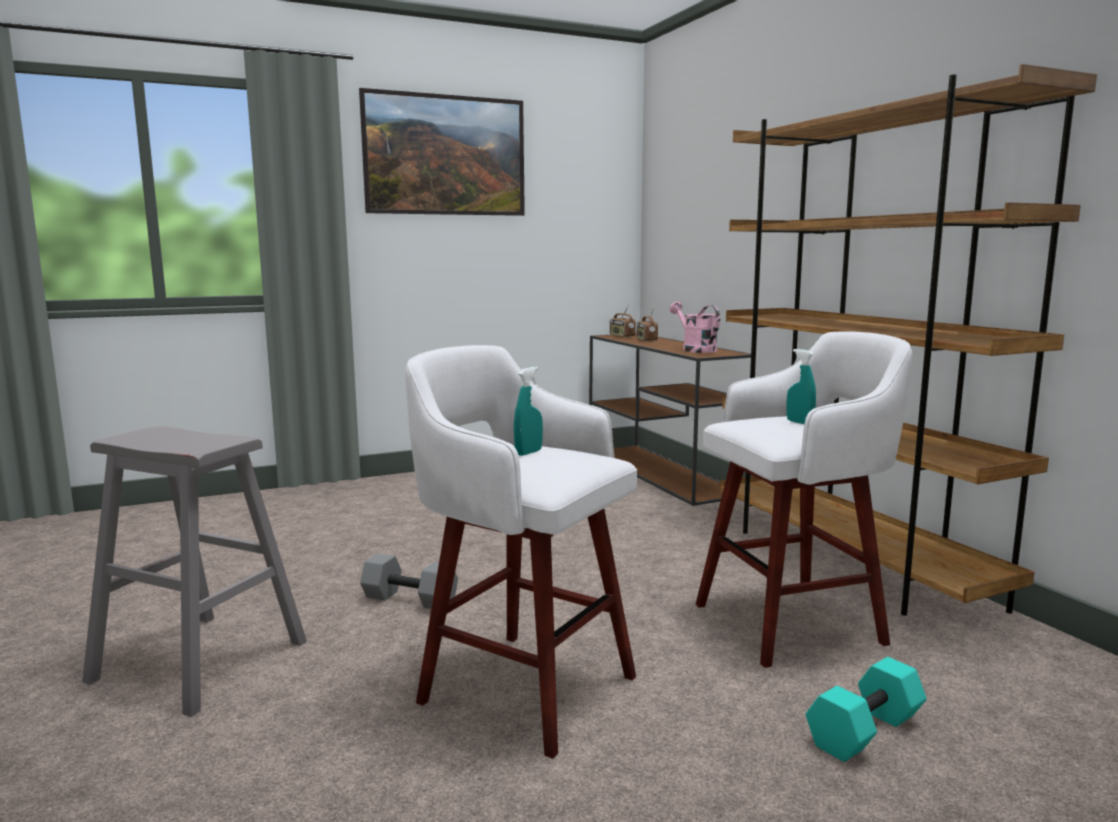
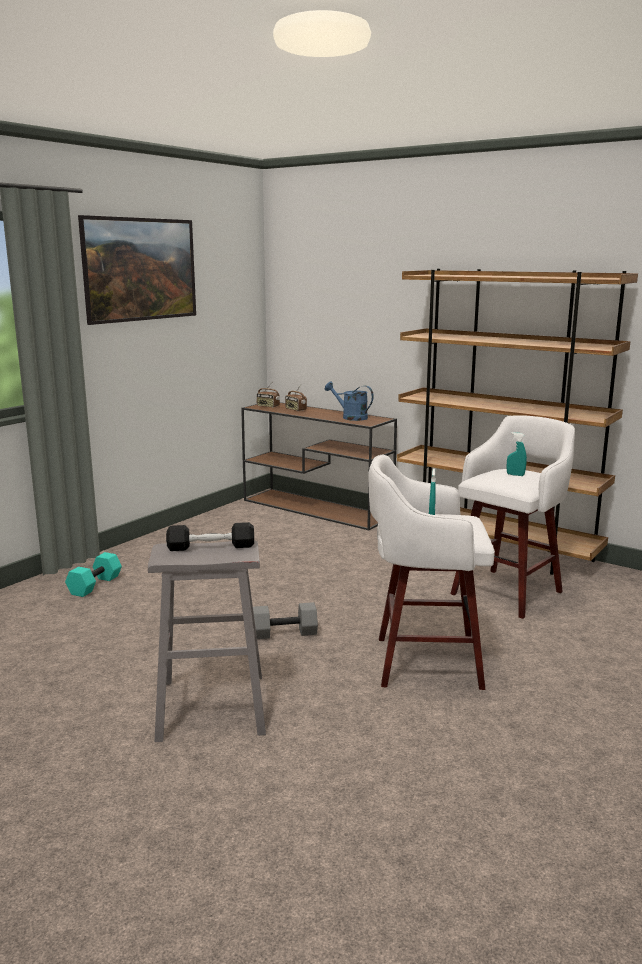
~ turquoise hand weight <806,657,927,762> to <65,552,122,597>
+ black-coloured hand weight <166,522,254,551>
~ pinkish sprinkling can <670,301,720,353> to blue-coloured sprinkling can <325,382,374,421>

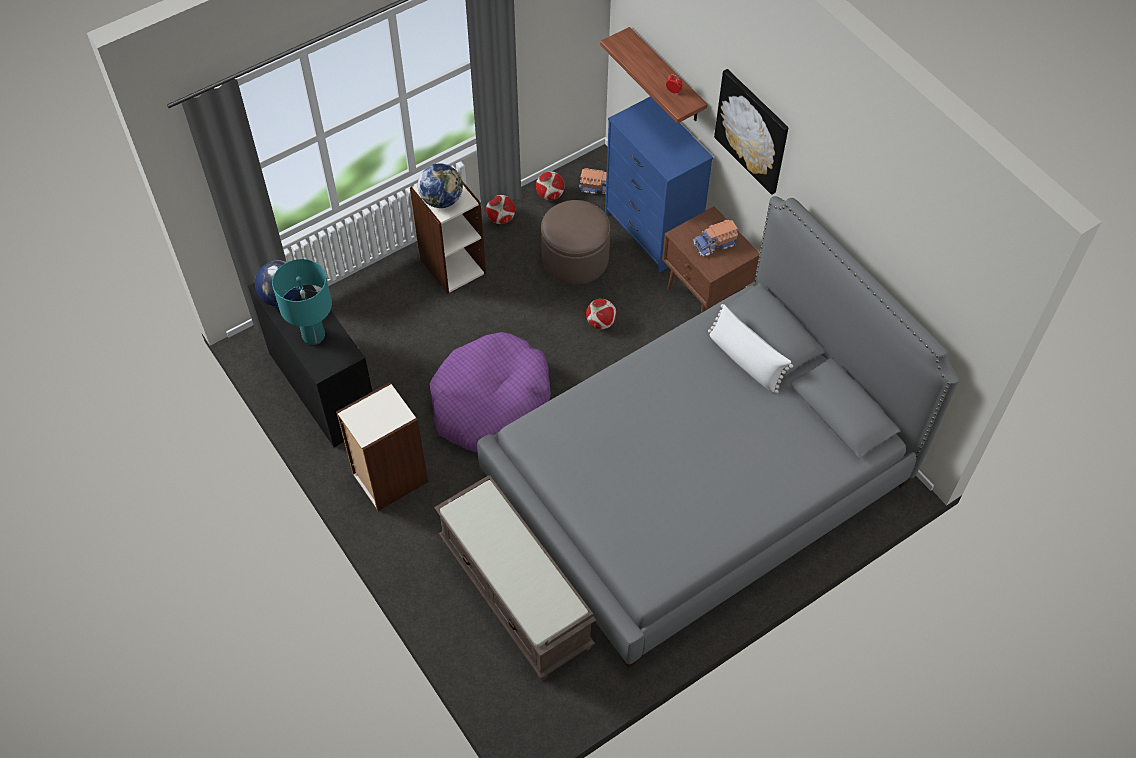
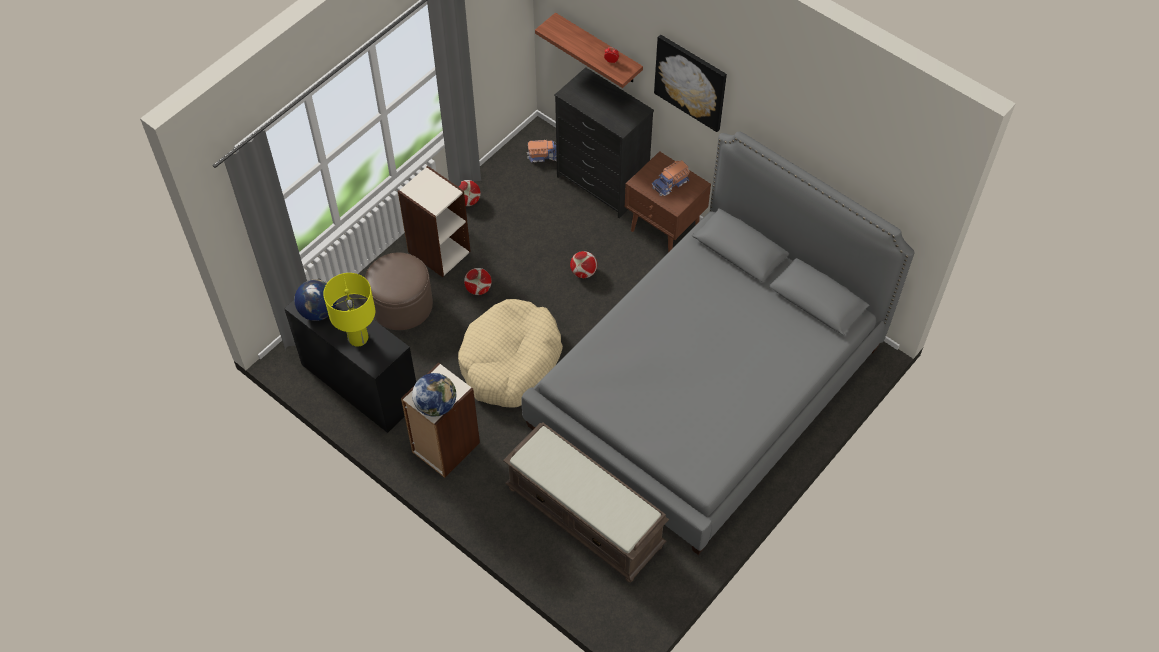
~ turquoise tabletop lamp <272,259,332,345> to yellow-coloured tabletop lamp <323,273,375,347>
~ brown ottoman <541,200,610,284> to <365,252,433,330>
~ globe <418,163,463,208> to <412,373,456,417>
~ purple-coloured dog bed <429,332,551,453> to beige dog bed <458,299,563,408>
~ ball for football <536,171,565,200> to <464,268,492,295>
~ blue-coloured drawer chest <605,96,713,273> to black-coloured drawer chest <554,67,654,218>
- whitish throw pillow <708,304,793,393>

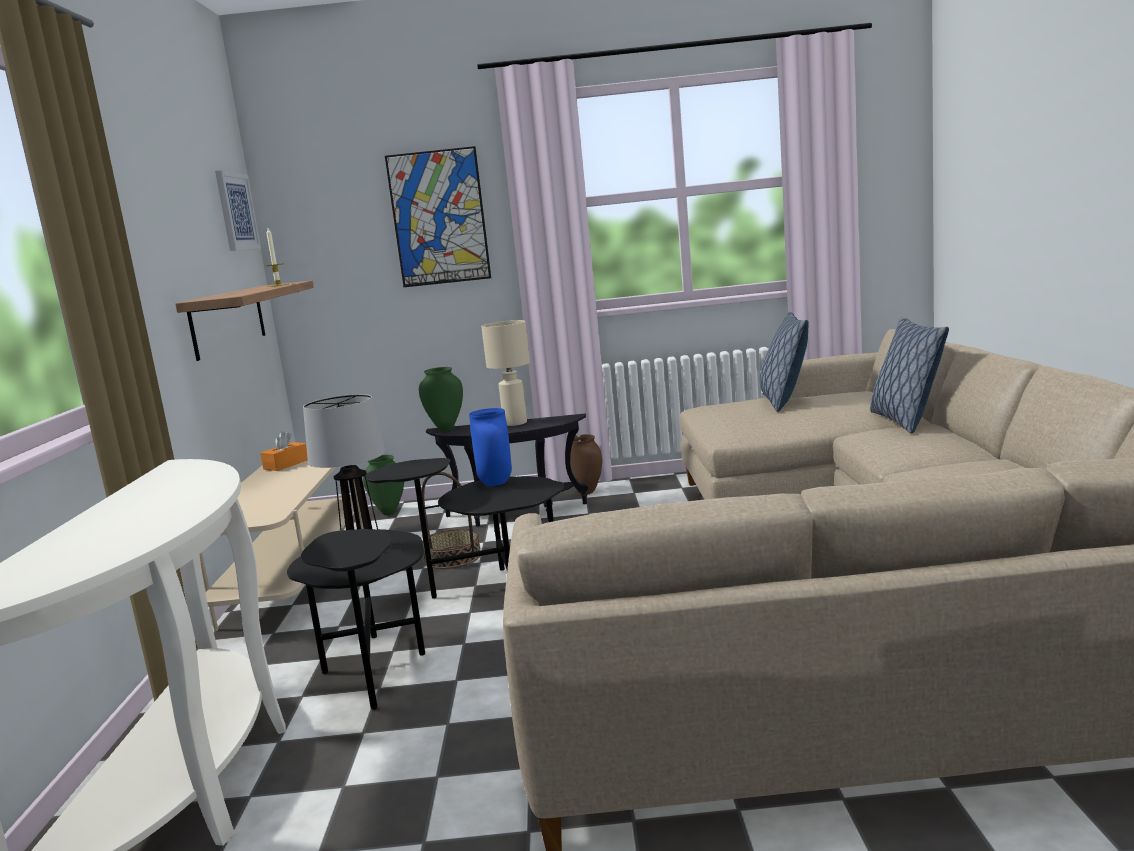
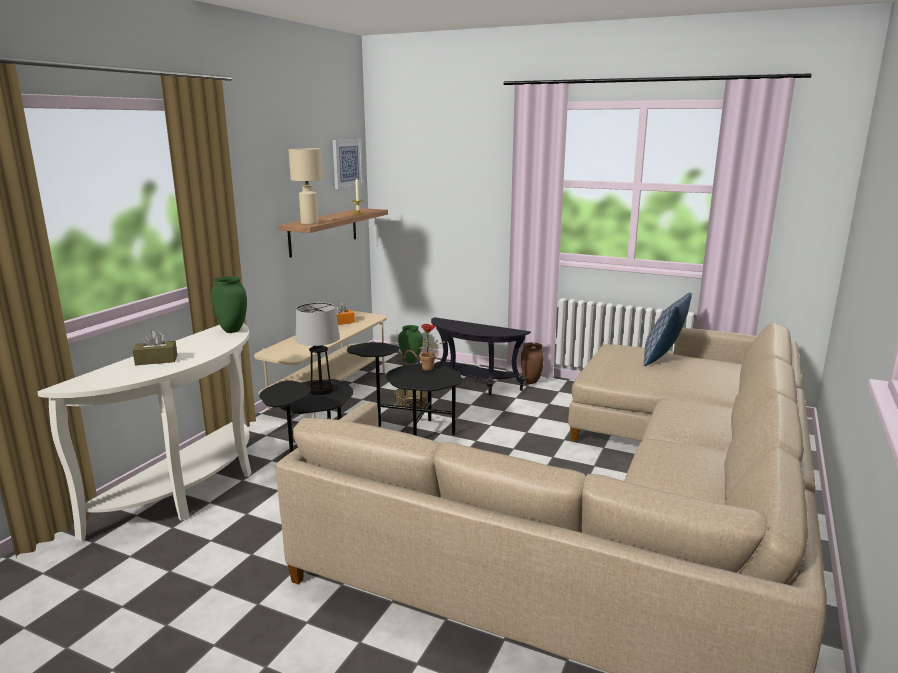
+ brown tissue holder <133,331,177,365>
~ green flower vase <419,367,463,431> to <211,276,247,333>
~ beige tabletop lamp <481,320,530,426> to <288,148,323,225>
~ blue-coloured flower vase <469,408,512,486> to plant in a pot <418,324,445,371>
- wall picture <385,146,491,287>
- throw pillow <870,318,949,434>

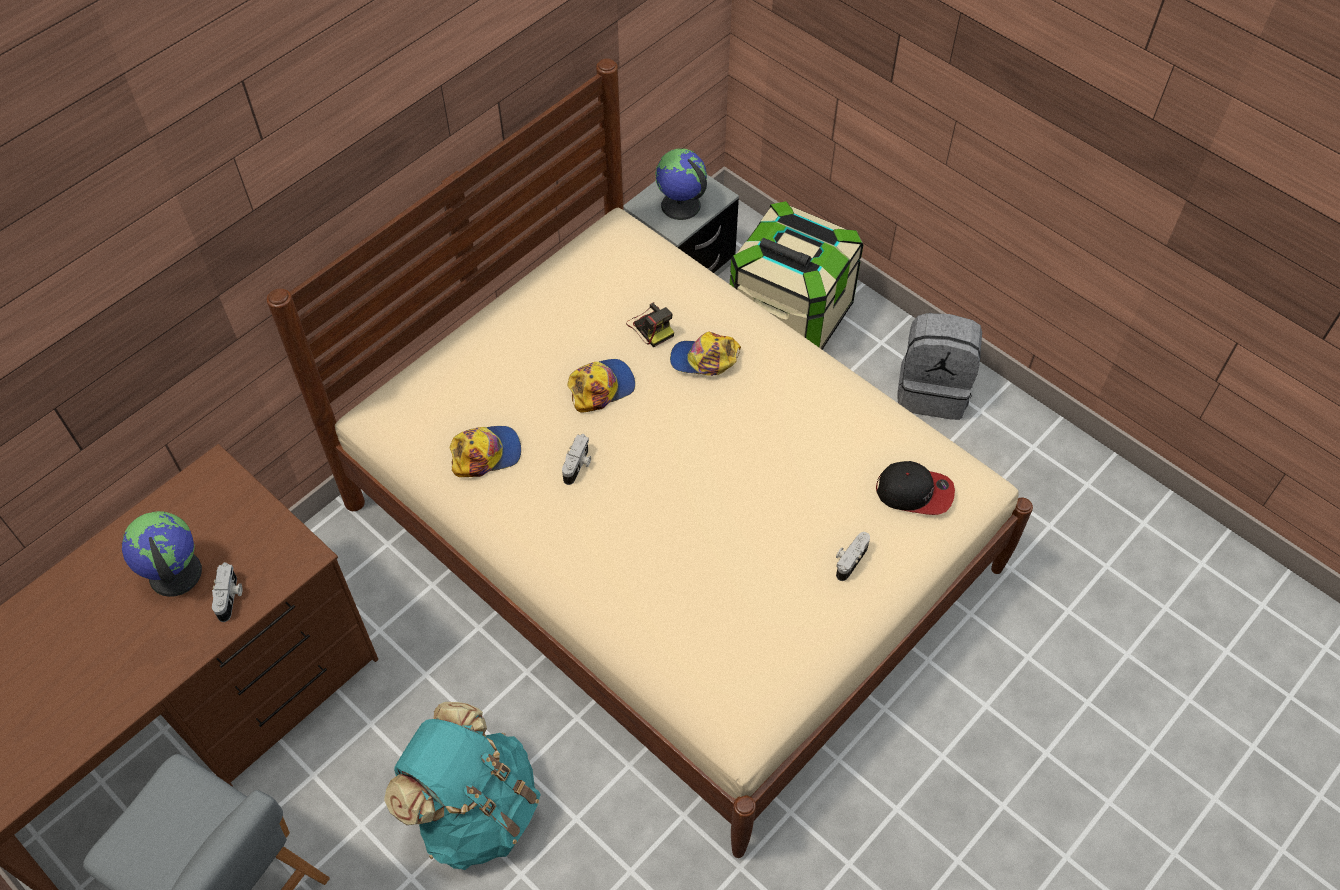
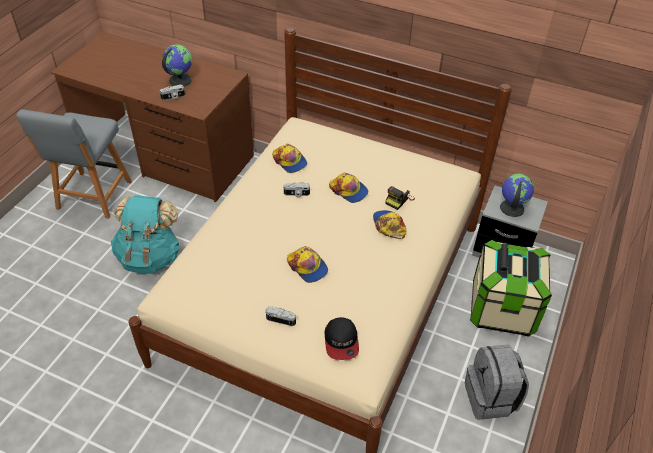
+ baseball cap <287,246,328,283>

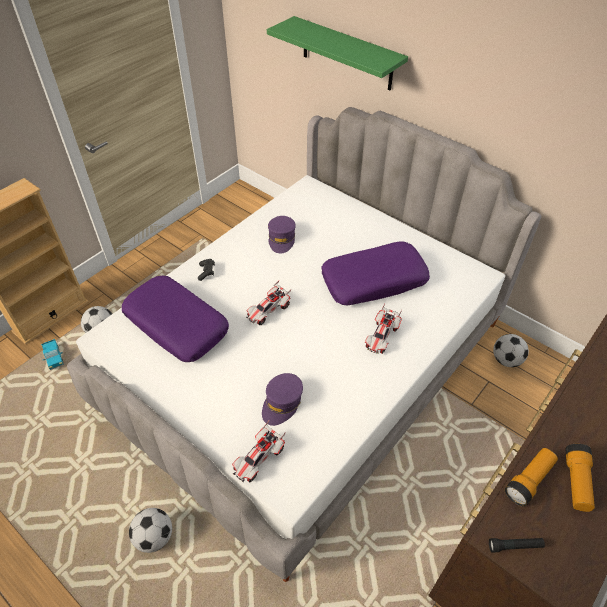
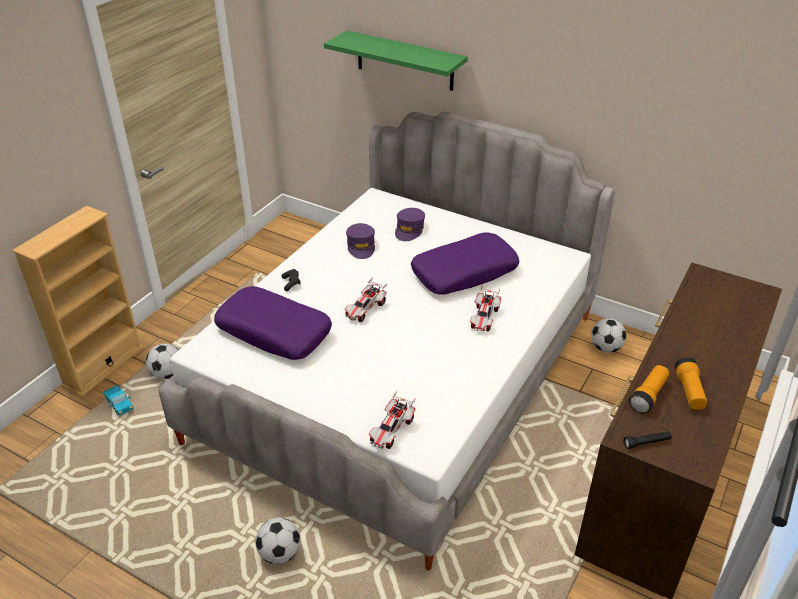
~ purple-coloured baseball cap <262,373,303,426> to <395,208,425,241>

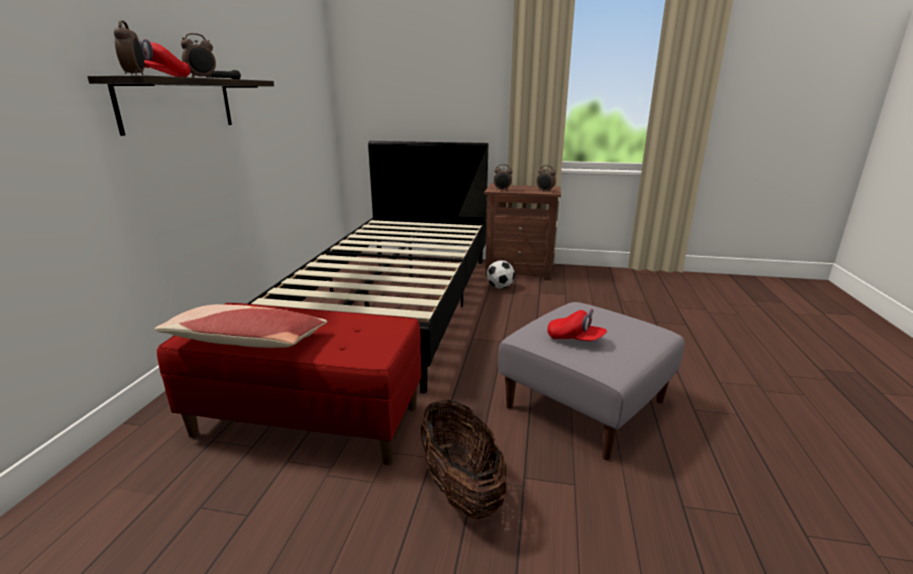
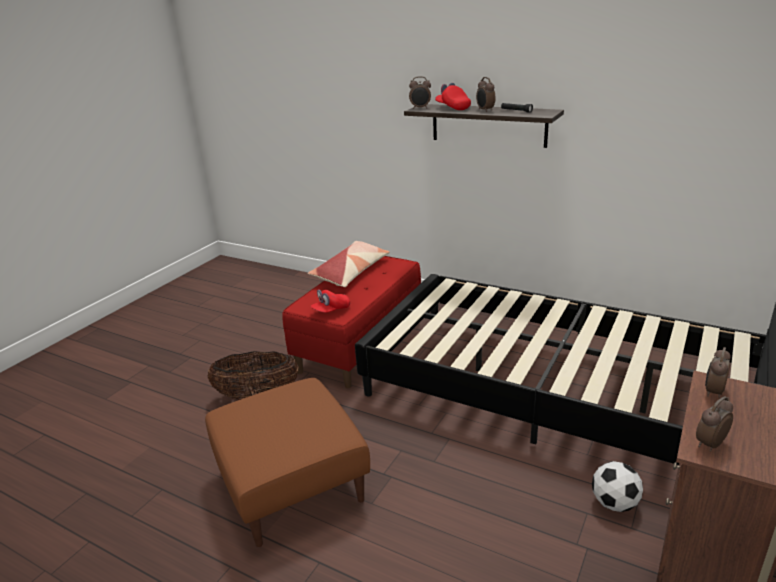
~ gray ottoman <498,302,685,460> to brown ottoman <205,378,370,547>
~ red-coloured baseball cap <547,309,607,341> to <310,290,350,313>

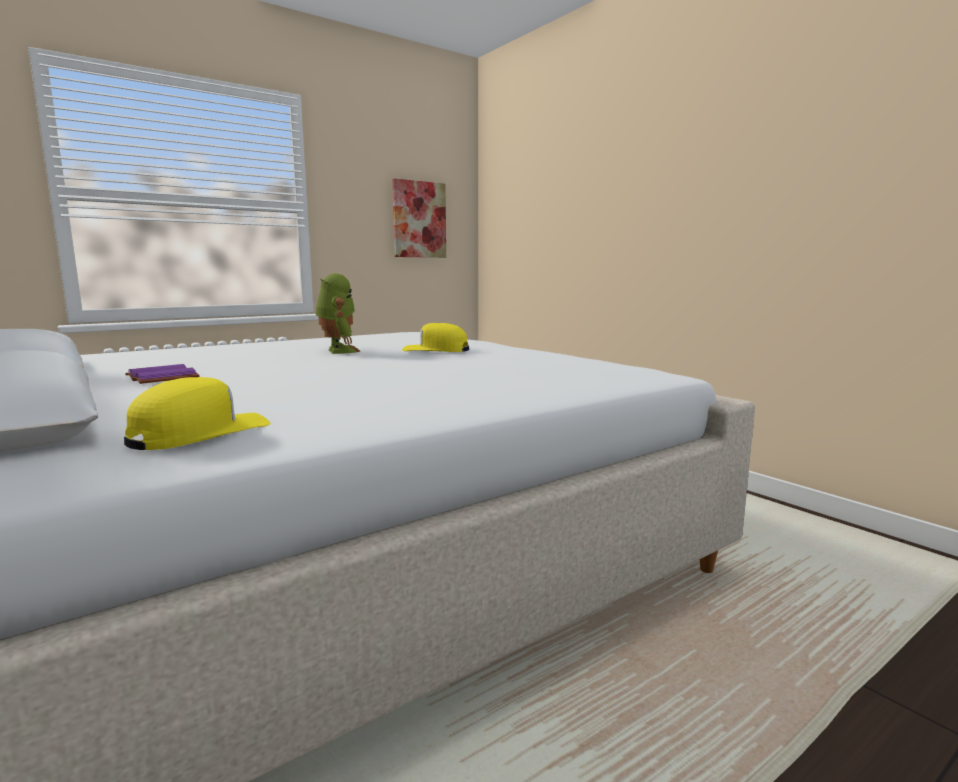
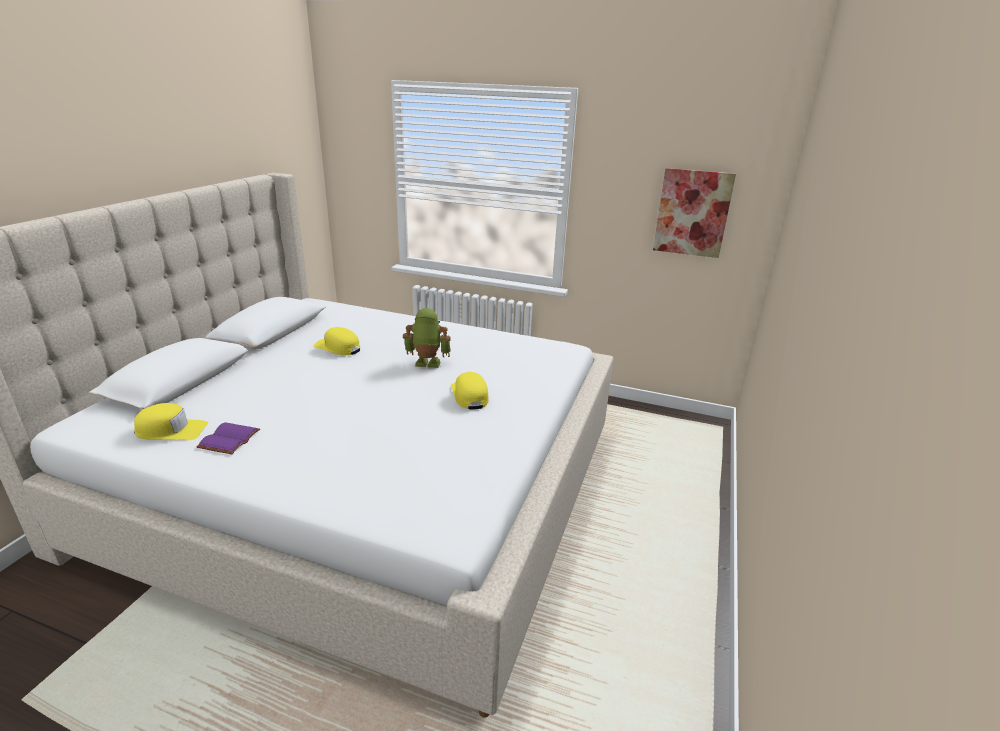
~ purple-coloured book <125,364,200,384> to <197,422,260,454>
+ yellow-coloured baseball cap <313,327,360,355>
~ toy robot <316,273,361,354> = <403,308,451,368> 120 degrees counterclockwise

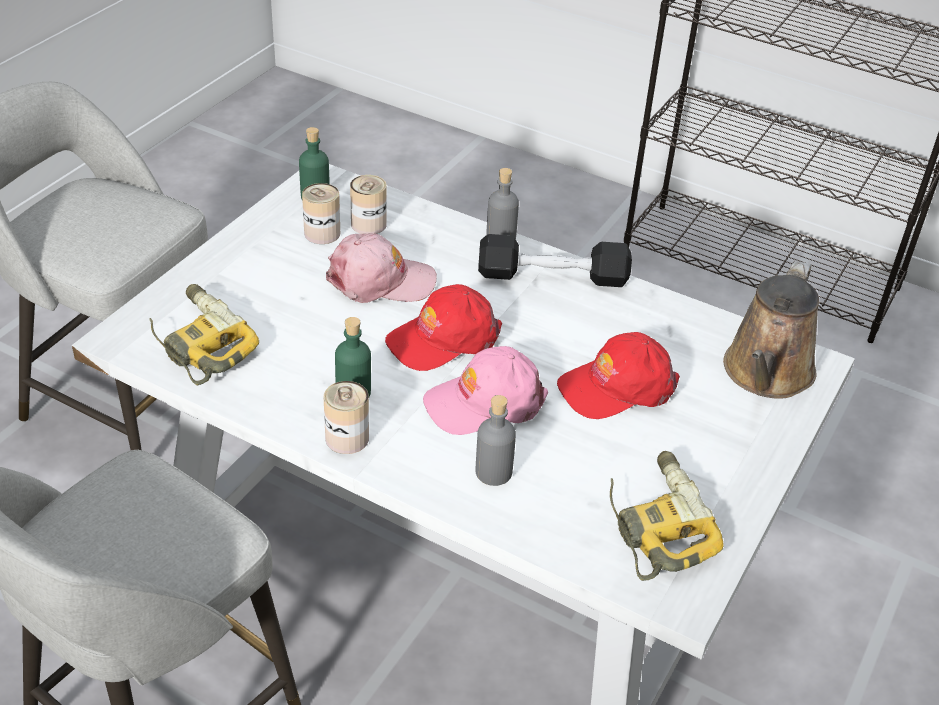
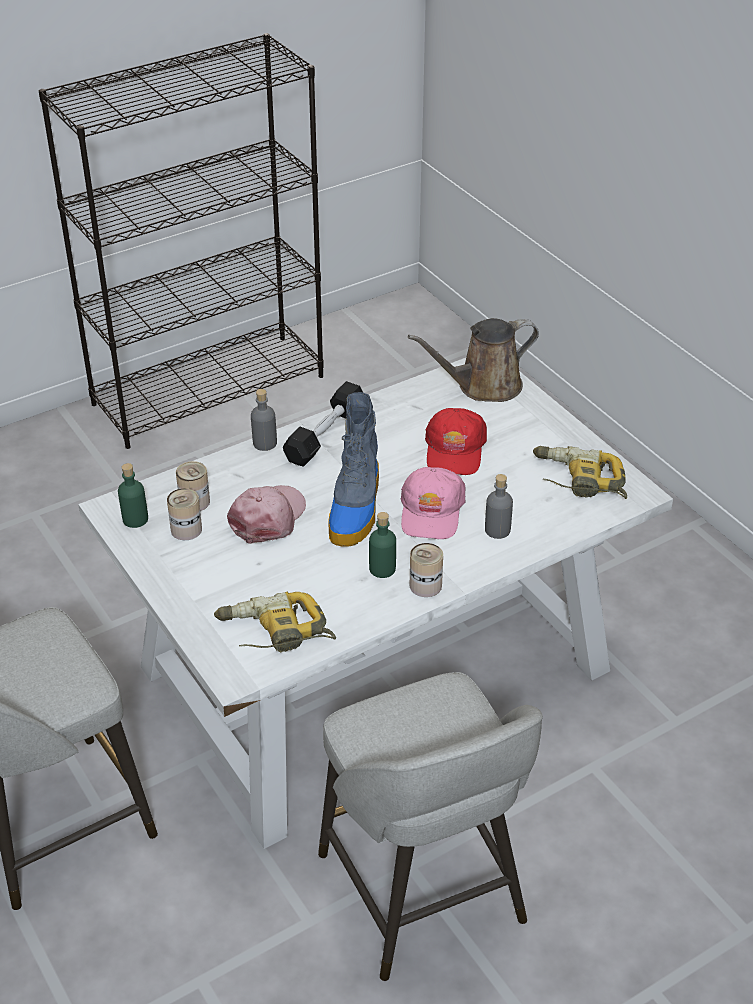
~ red-coloured baseball cap <385,284,502,371> to high-top boot <328,392,379,547>
~ brown sprinkling can <723,260,819,399> = <408,318,539,402> 105 degrees clockwise

